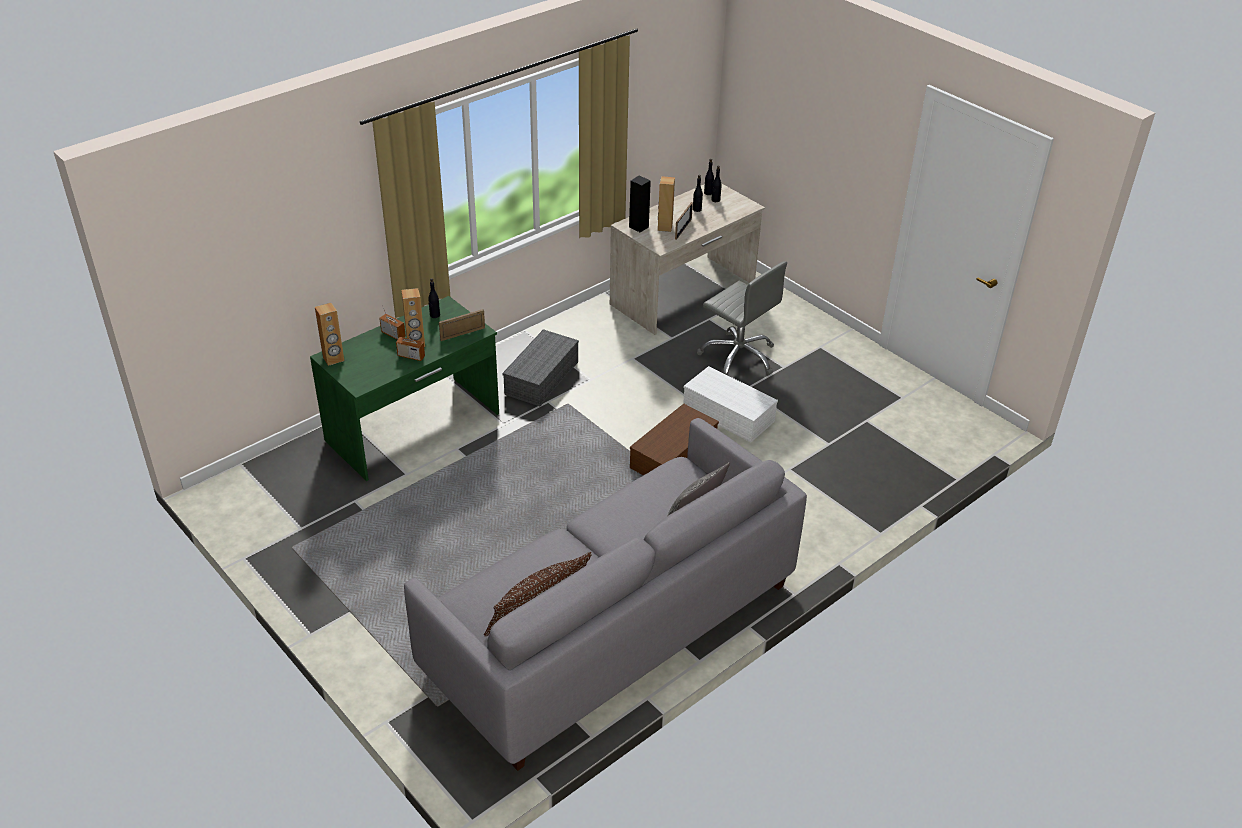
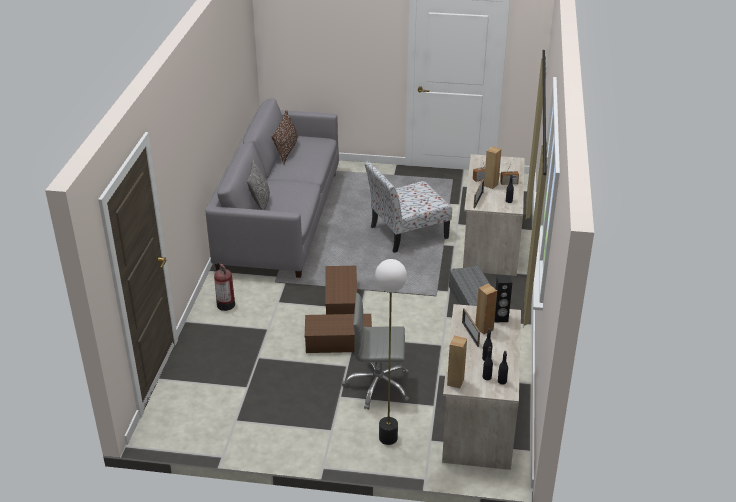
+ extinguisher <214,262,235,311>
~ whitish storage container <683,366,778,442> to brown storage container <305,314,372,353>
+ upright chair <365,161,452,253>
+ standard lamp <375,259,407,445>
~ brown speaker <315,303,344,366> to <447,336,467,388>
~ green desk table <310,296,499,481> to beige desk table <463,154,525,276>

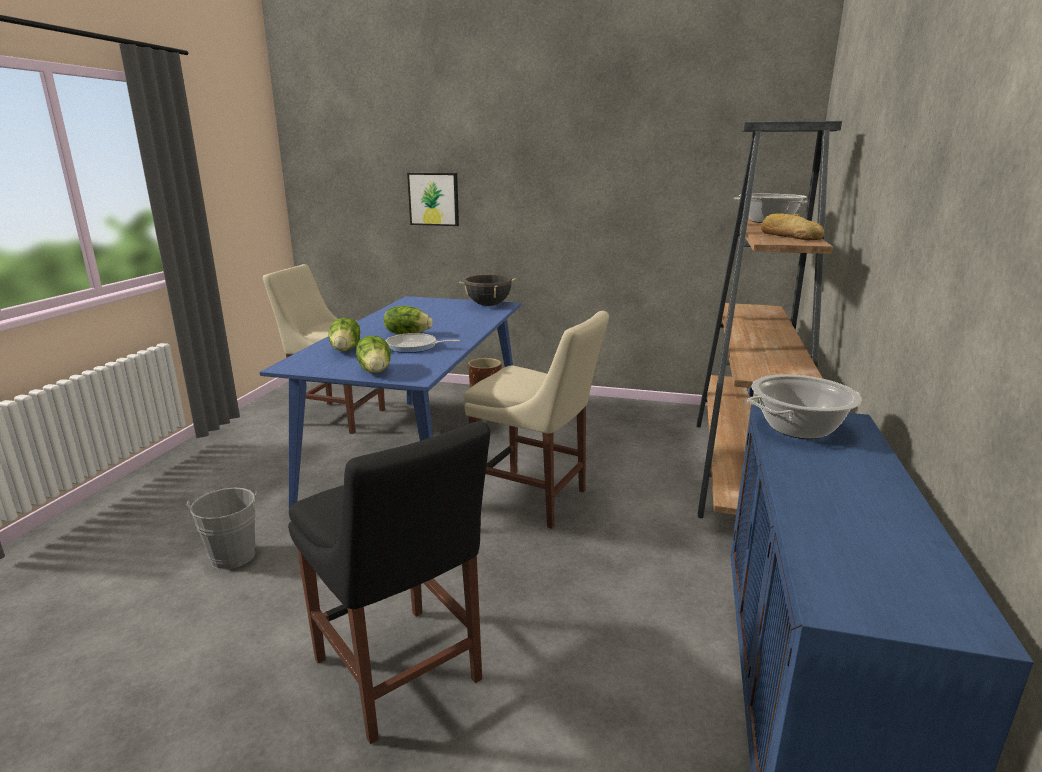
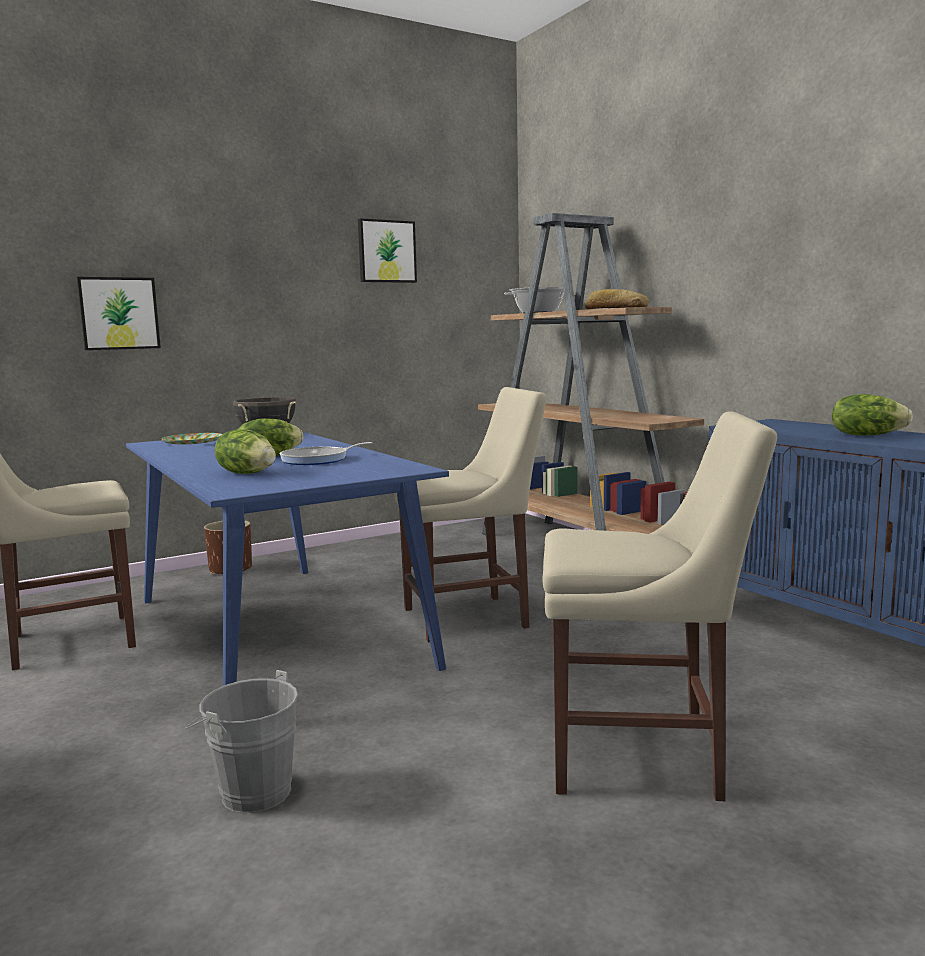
+ dinner plate <161,433,223,444>
+ wall picture <358,218,417,283>
~ black-coloured upright chair <288,421,490,744> to beige upright chair <543,411,777,801>
~ lettuce <356,335,391,373> to <832,394,913,436>
- stockpot <747,374,862,439>

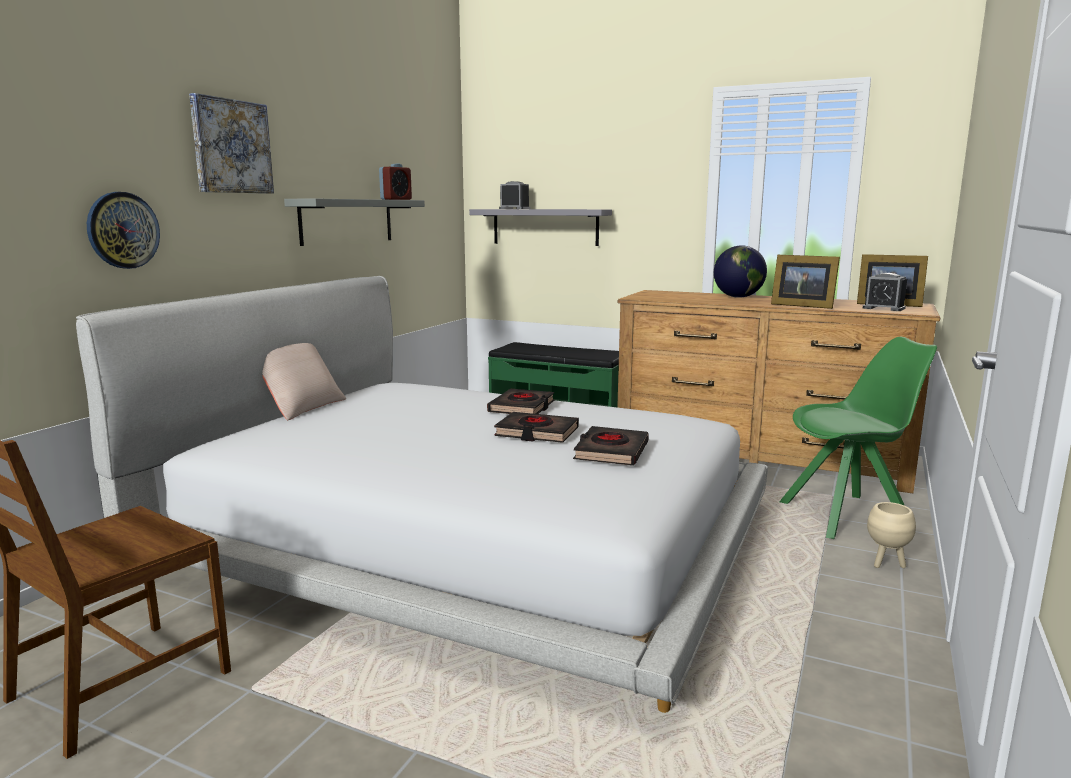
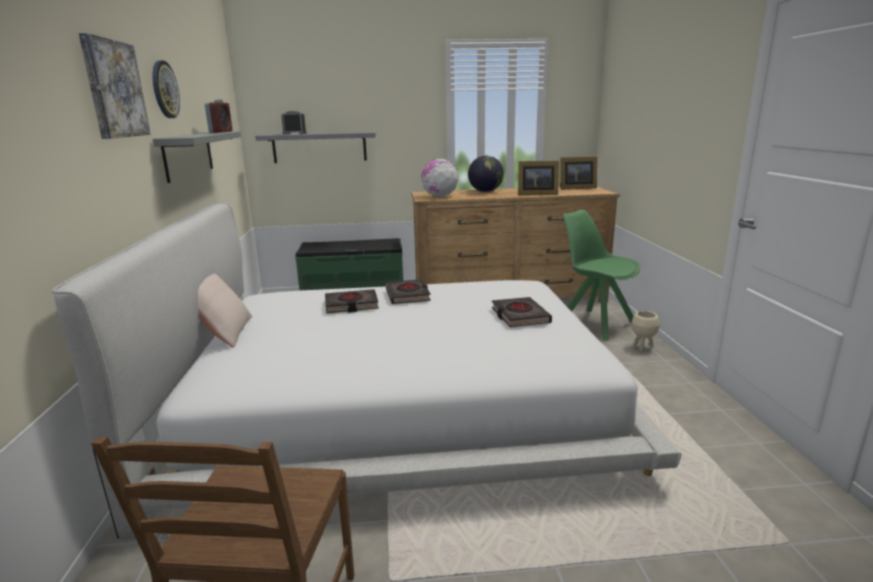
~ wall clock <87,192,160,269> to <152,60,180,118>
~ black-coloured book <494,412,579,443> to <325,289,379,313>
+ globe <421,159,459,197>
~ green upright chair <779,337,937,539> = <563,209,640,341> 90 degrees counterclockwise
- alarm clock <863,273,907,311>

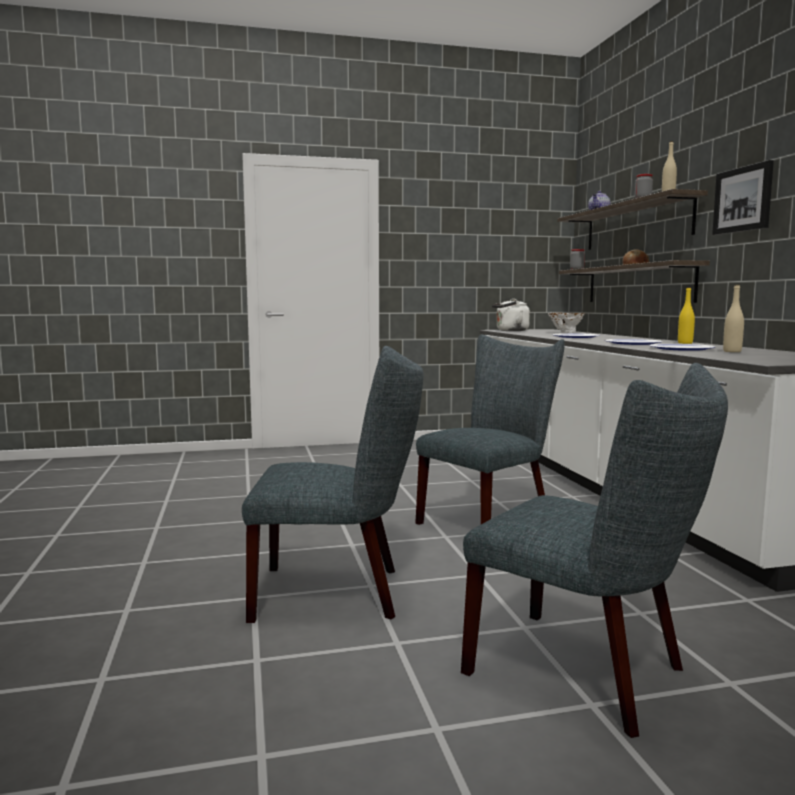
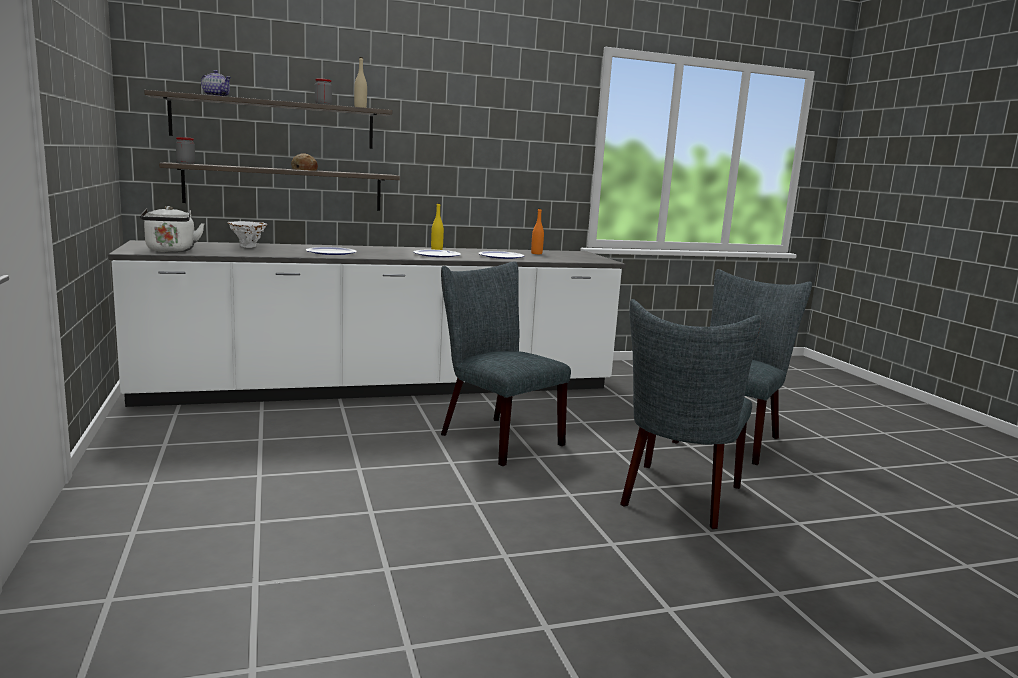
+ orange bottle <531,208,544,254>
~ gray upright chair <242,346,423,623> = <620,299,762,529> 150 degrees counterclockwise
- wall picture <712,160,774,235>
- beige bottle <723,284,744,352>

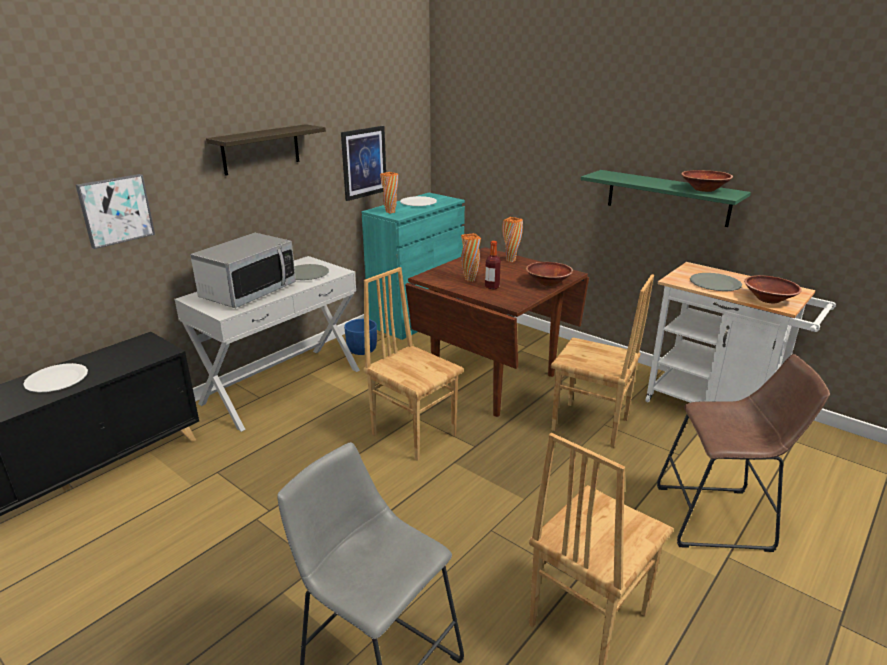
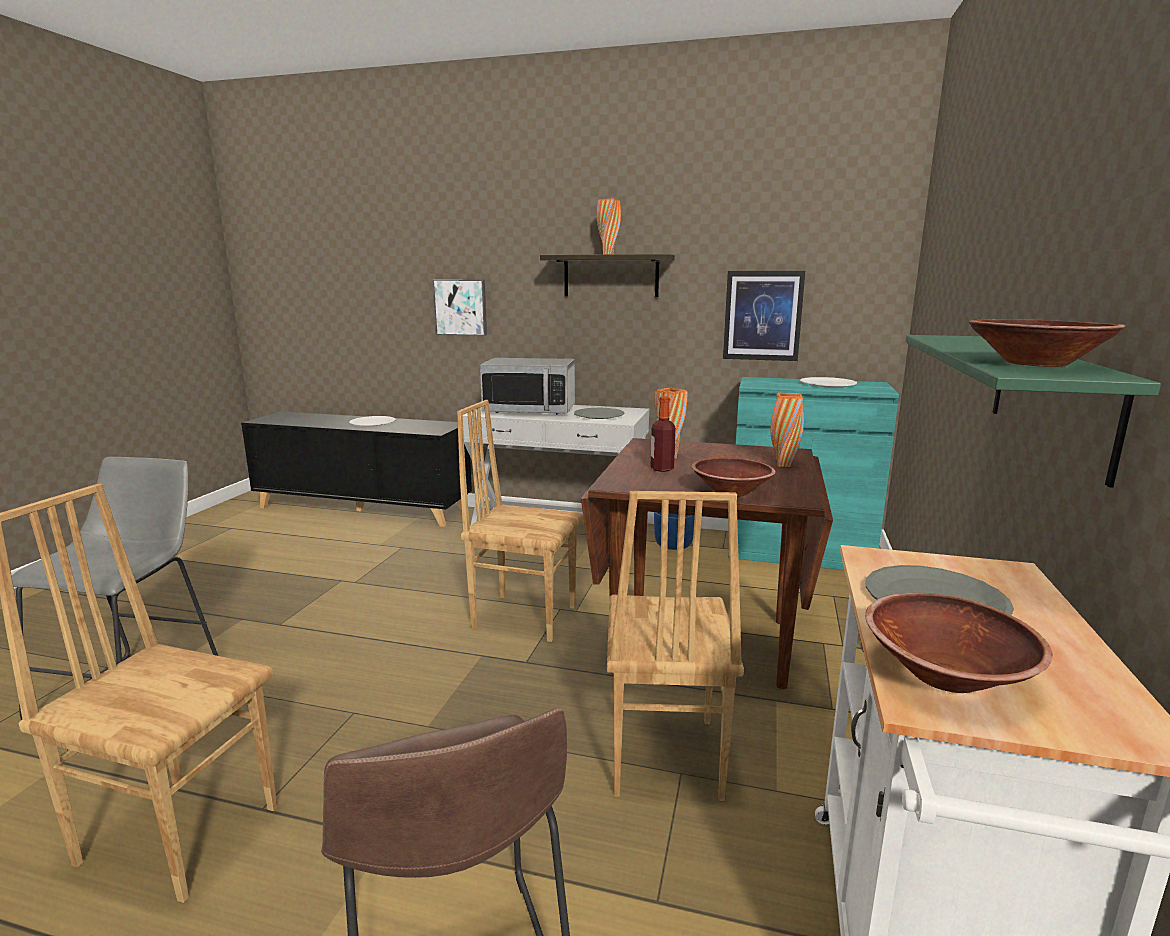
~ brown upright chair <363,267,464,461> = <457,400,583,642> 90 degrees counterclockwise
~ orange flower vase <380,172,398,214> to <597,198,621,255>

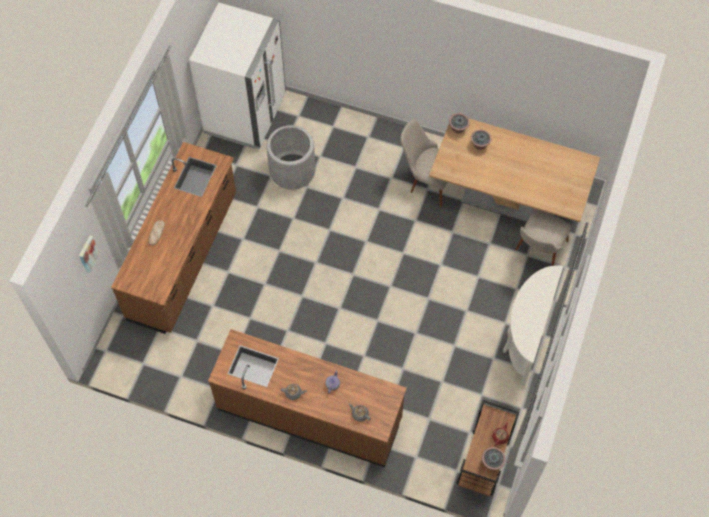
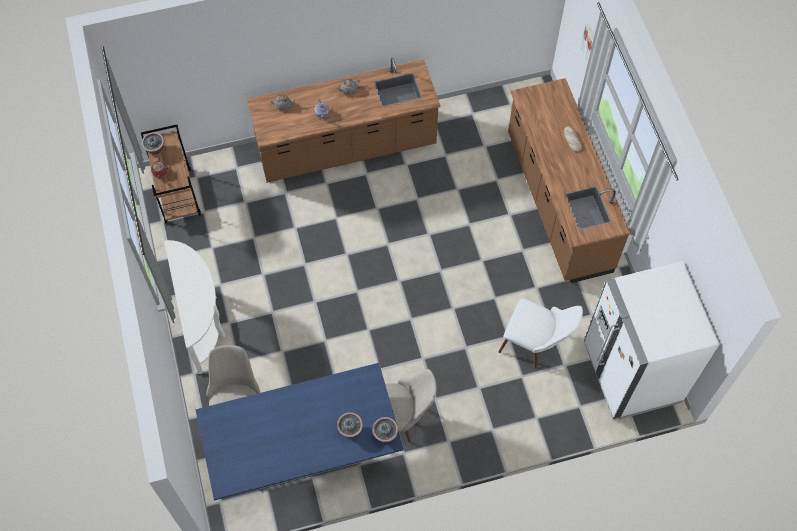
~ beige dinner table <429,114,600,222> to blue-coloured dinner table <195,363,404,501>
~ gray planter <266,125,315,190> to whitish upright chair <499,298,583,368>

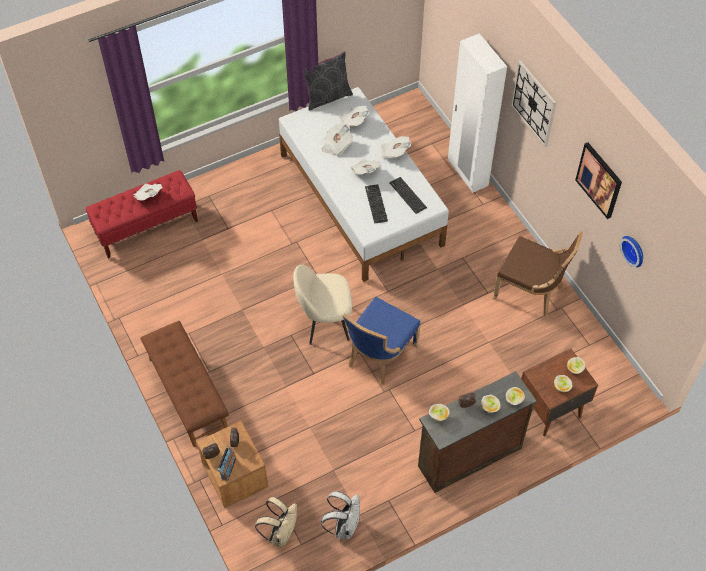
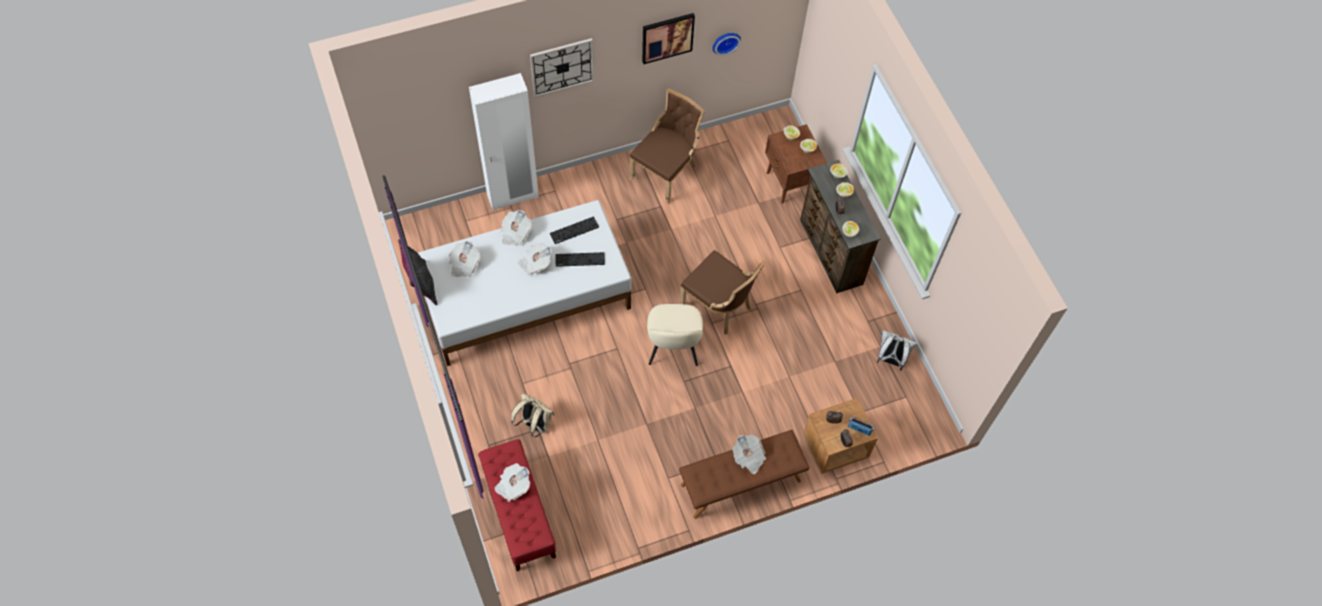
~ beige backpack <255,497,297,547> to <511,393,554,437>
~ blue-coloured upright chair <343,297,421,385> to brown upright chair <680,250,766,335>
~ printed paper <322,124,353,156> to <732,435,767,474>

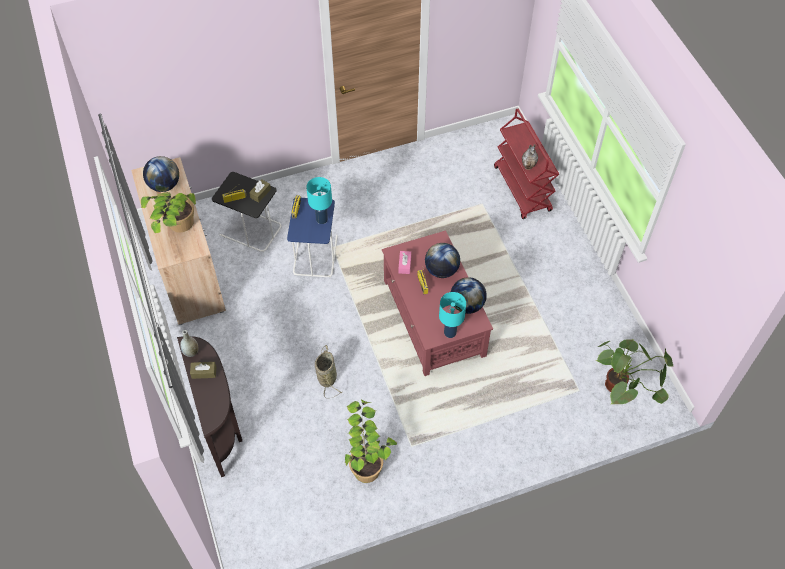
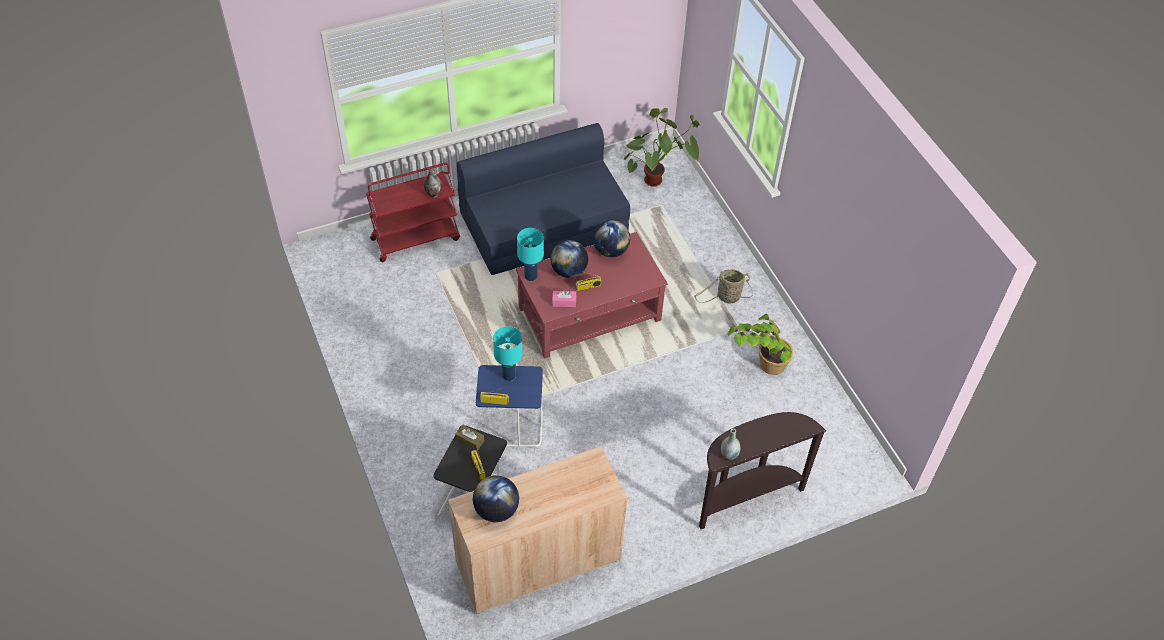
+ blue-coloured settee <457,123,630,275>
~ turquoise tabletop lamp <439,292,466,338> to <517,228,544,281>
~ storage basket <315,345,342,399> to <694,269,753,304>
- plant in a pot <141,192,196,233>
- brown tissue holder <190,362,216,379>

